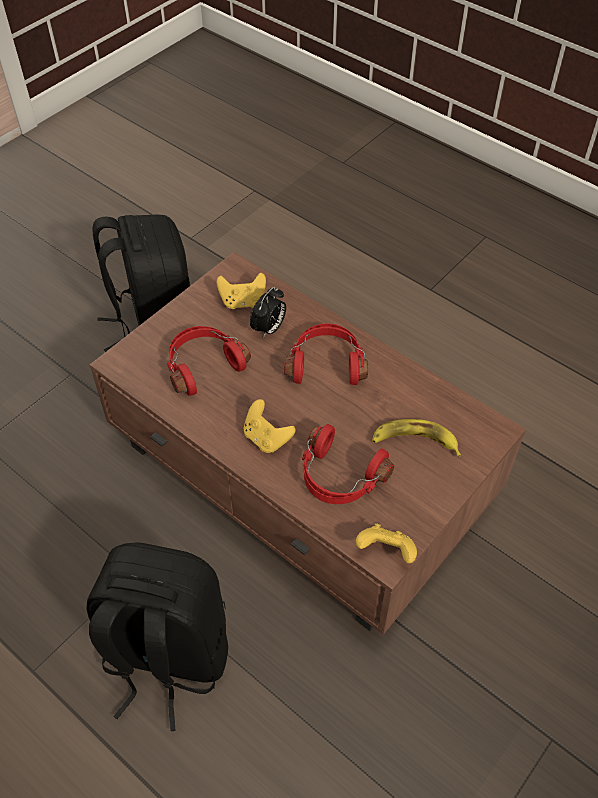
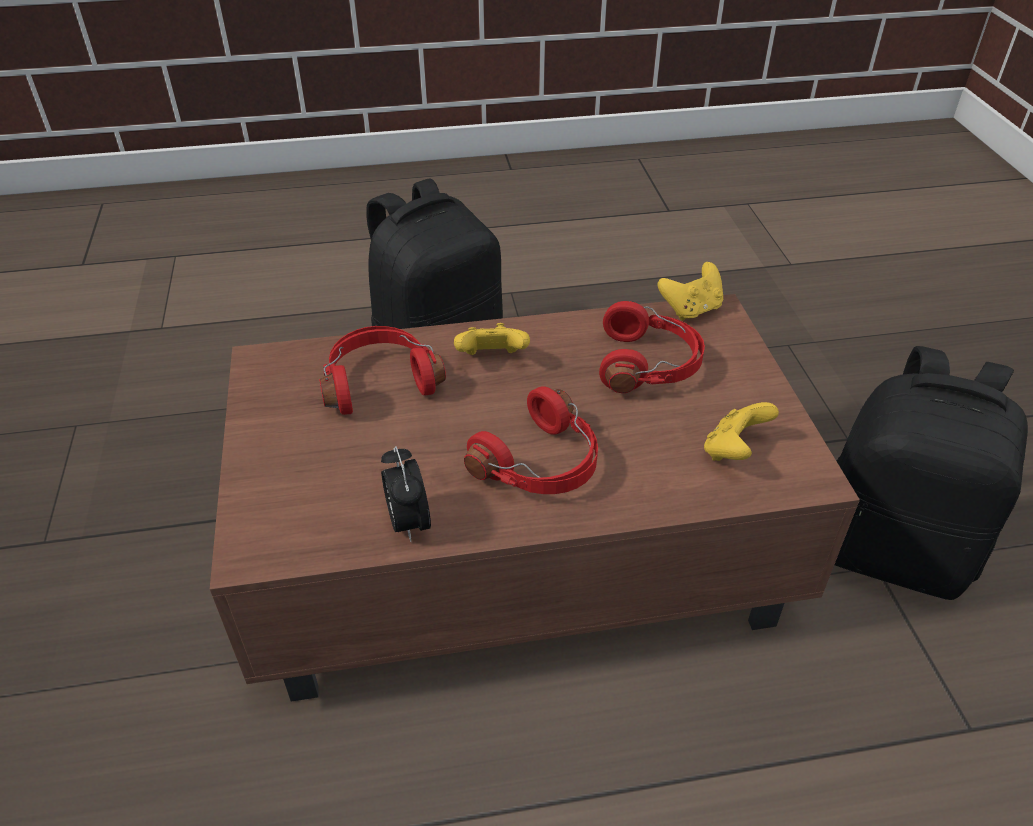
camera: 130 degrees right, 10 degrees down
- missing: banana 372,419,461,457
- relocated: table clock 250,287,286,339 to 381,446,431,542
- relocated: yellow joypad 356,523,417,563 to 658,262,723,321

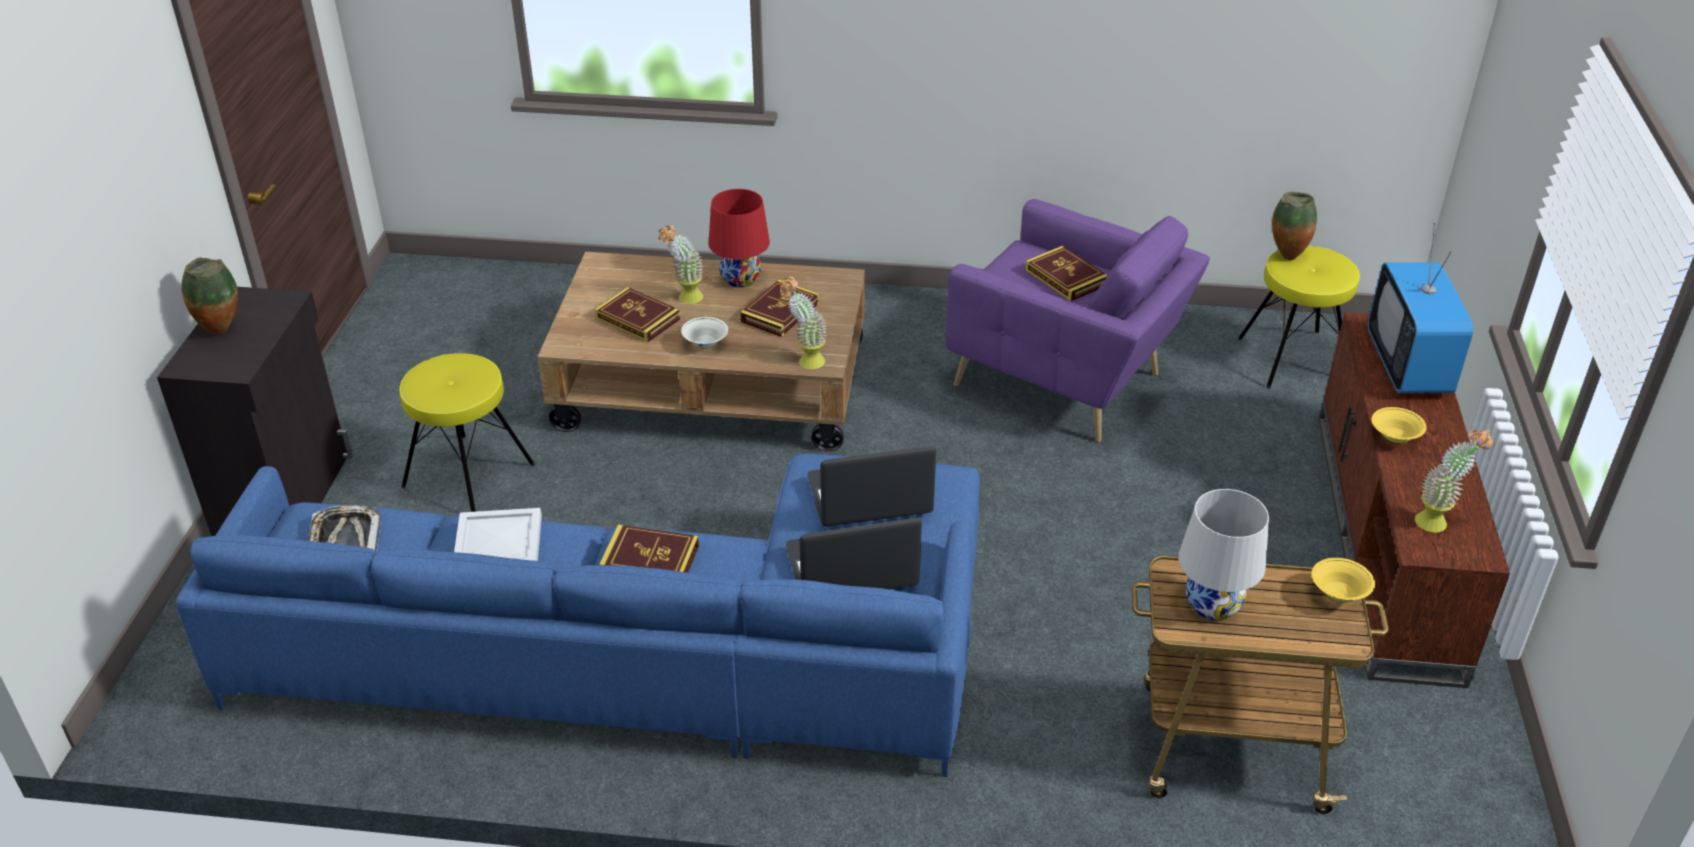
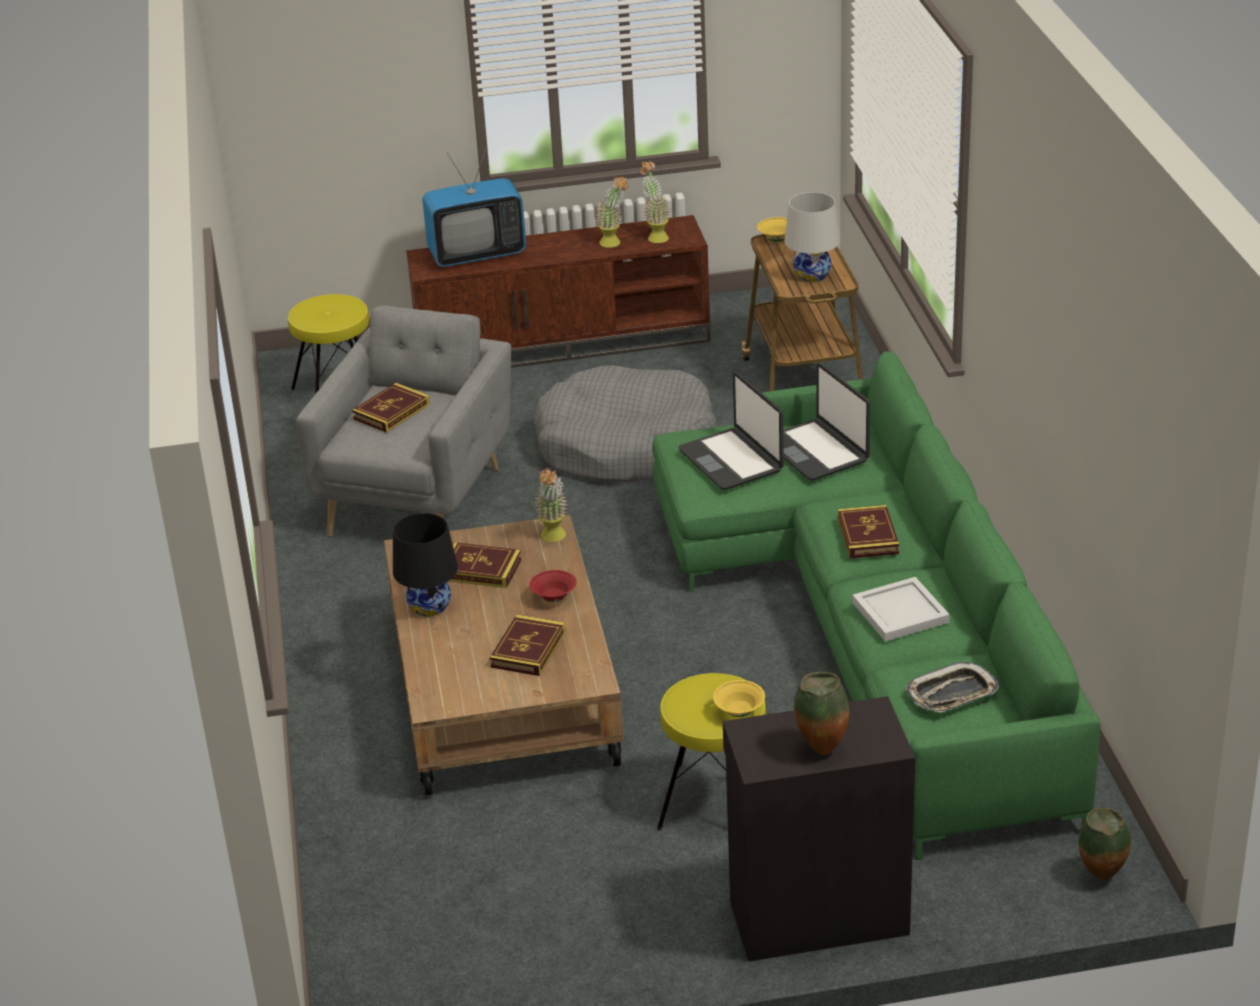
camera: 105 degrees left, 5 degrees down
- appeared: greyish pet bed 533,366,717,482
- relocated: potted plant 659,225,704,304 to 596,176,629,248
- relocated: decorative vase 1272,192,1317,260 to 1078,808,1131,881
- relocated: yellow serving bowl 1371,407,1427,444 to 713,680,765,717
- colour: blue sofa 176,454,980,777 to greenish sofa 652,351,1101,860
- colour: whitish serving bowl 681,317,728,349 to red-coloured serving bowl 529,570,577,602
- colour: red-coloured tabletop lamp 709,189,770,288 to black tabletop lamp 393,513,458,617
- colour: purplish armchair 946,199,1210,443 to greyish armchair 296,305,511,537

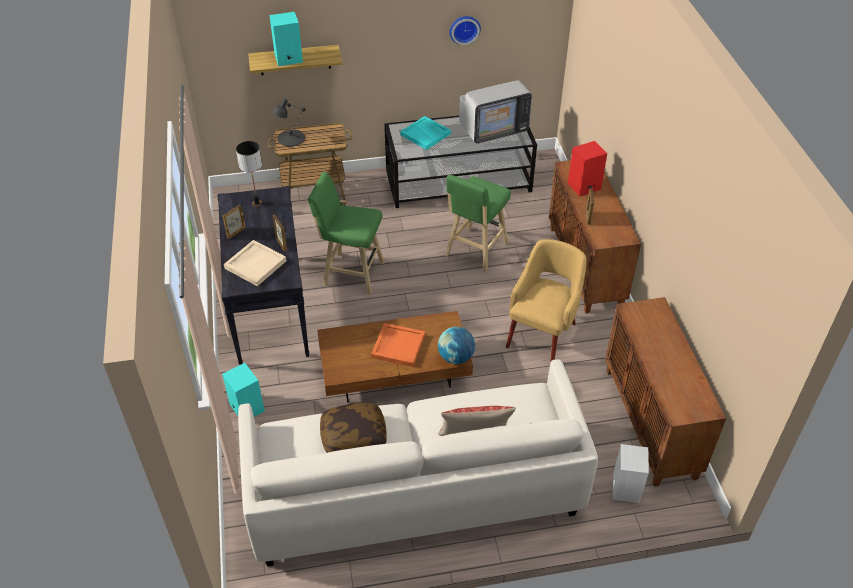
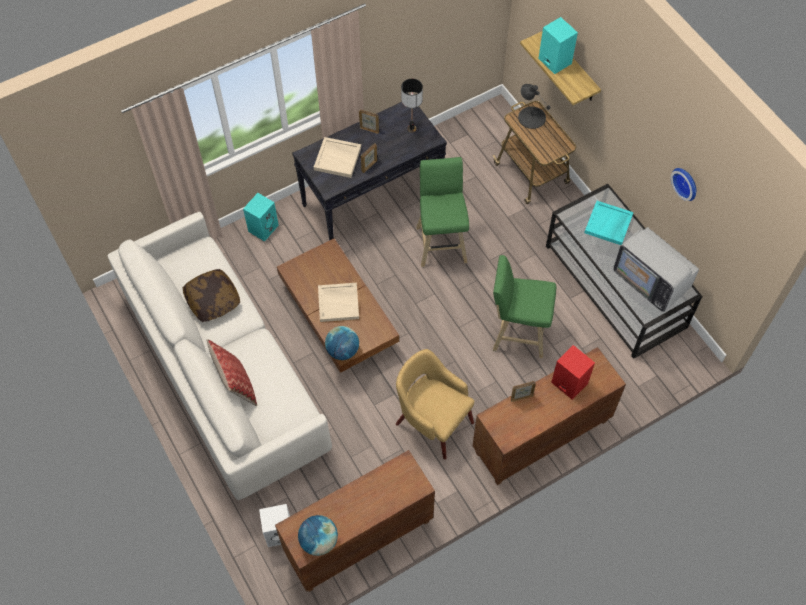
camera: 70 degrees right, 15 degrees up
- appeared: world globe 298,515,338,556
- colour: orange-coloured tray 371,323,425,367 to beige-coloured tray 318,283,359,322
- spun: yellow armchair 506,239,586,363 = 396,349,474,459 150 degrees counterclockwise

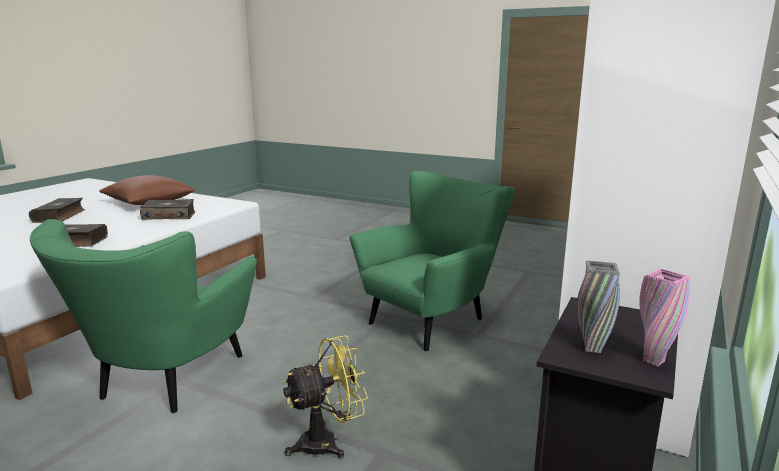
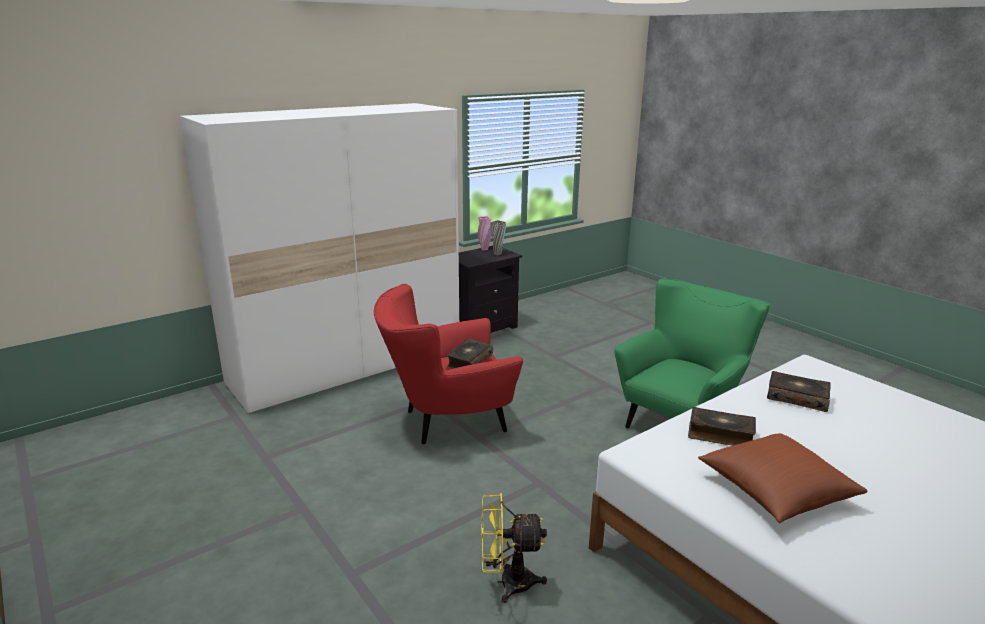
camera: 155 degrees left, 5 degrees up
- relocated: volume 29,198,85,223 to 446,338,493,369
- relocated: yellow cooling fan 283,335,368,459 to 481,493,547,603
- colour: greenish armchair 349,170,515,352 to red-coloured armchair 374,284,523,445

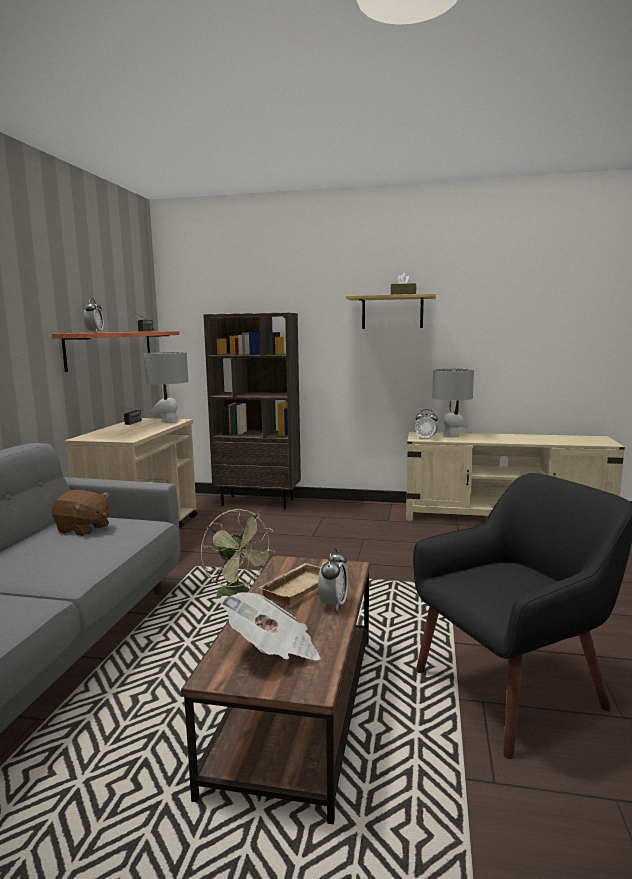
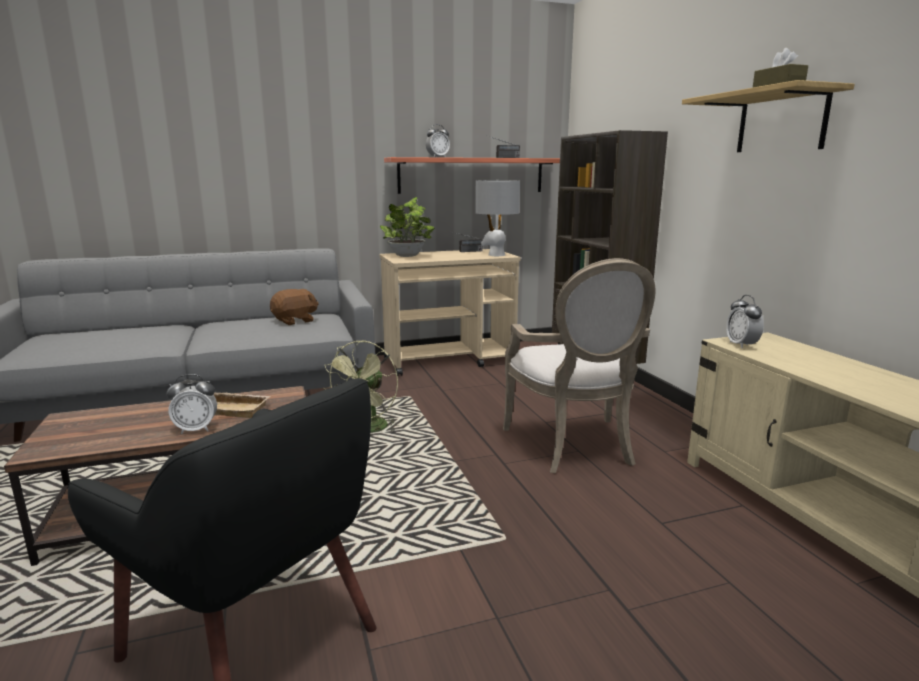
camera: 60 degrees right, 5 degrees up
- missing: printed paper 220,592,321,660
- missing: greyish tabletop lamp 432,368,474,437
- appeared: potted plant 380,197,435,257
- appeared: armchair 503,258,656,473
- spun: brown-coloured soft toy 52,490,110,536 = 270,289,319,325 120 degrees counterclockwise

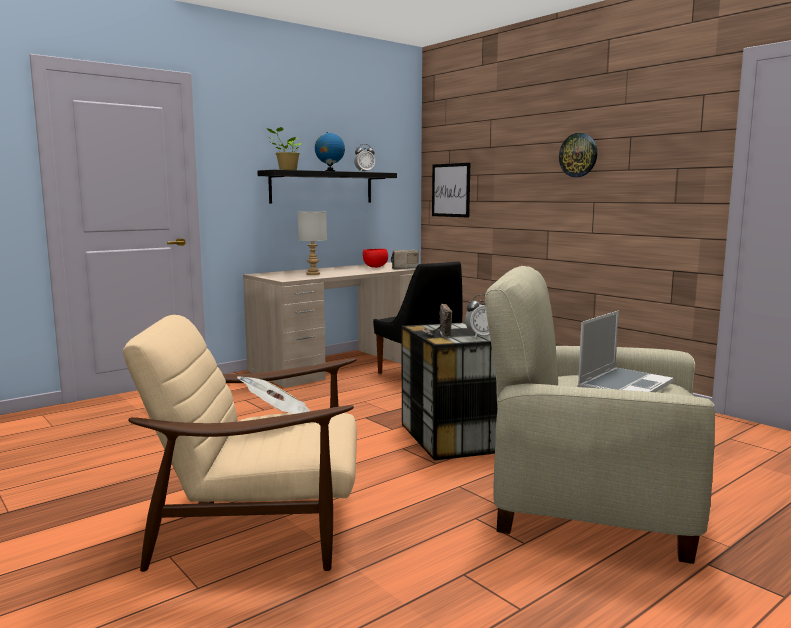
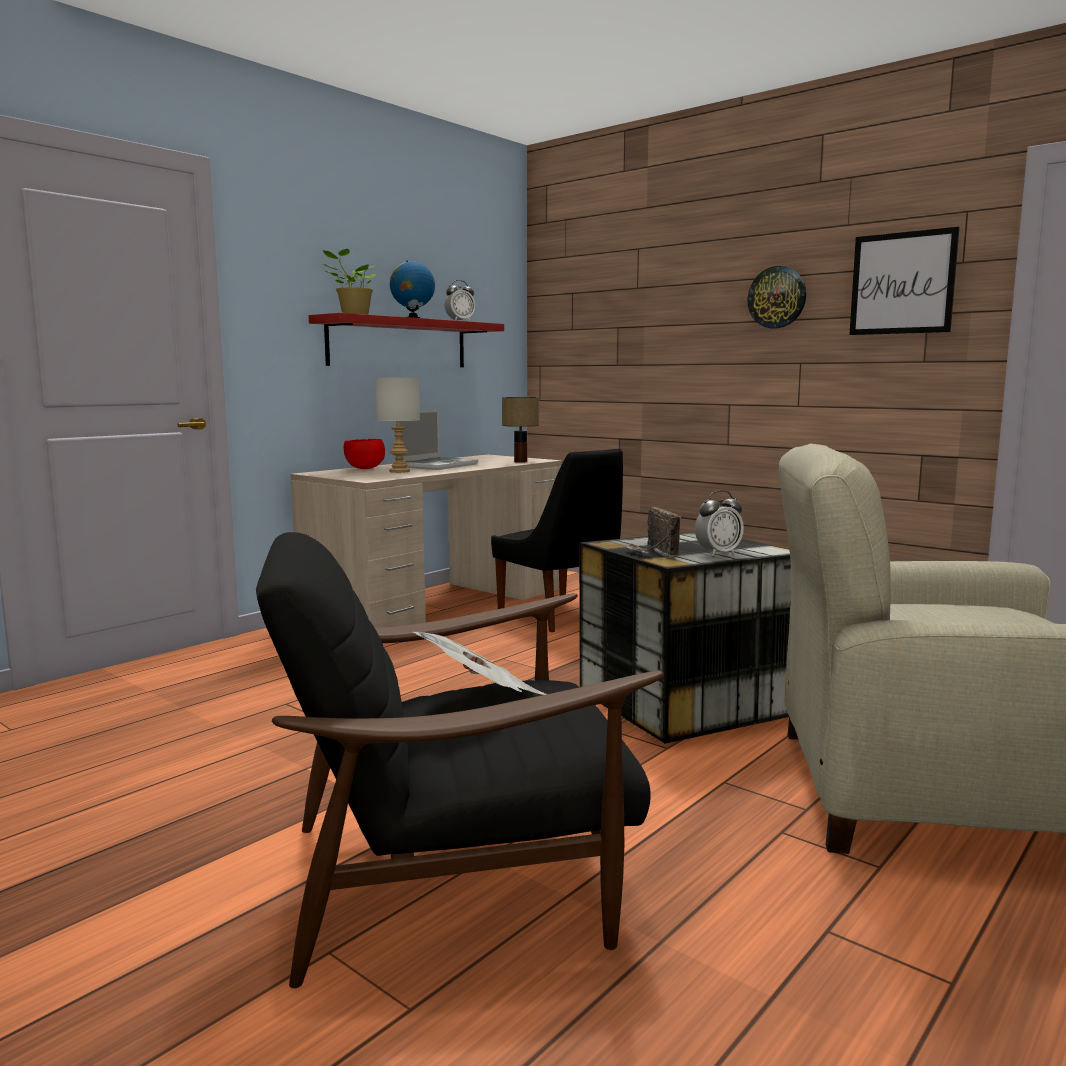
camera: 10 degrees left, 0 degrees up
- relocated: red-coloured serving bowl 363,249,388,268 to 344,439,385,469
- relocated: wall picture 432,163,470,217 to 849,227,960,335
- relocated: portable computer 577,311,674,392 to 401,410,478,470
- exchanged: radio receiver 391,250,419,270 to tabletop lamp 502,397,539,463
- colour: beige-coloured armchair 123,315,357,572 to black armchair 256,532,664,988
- colour: black wall shelf 257,170,397,203 to red-coloured wall shelf 309,313,504,367

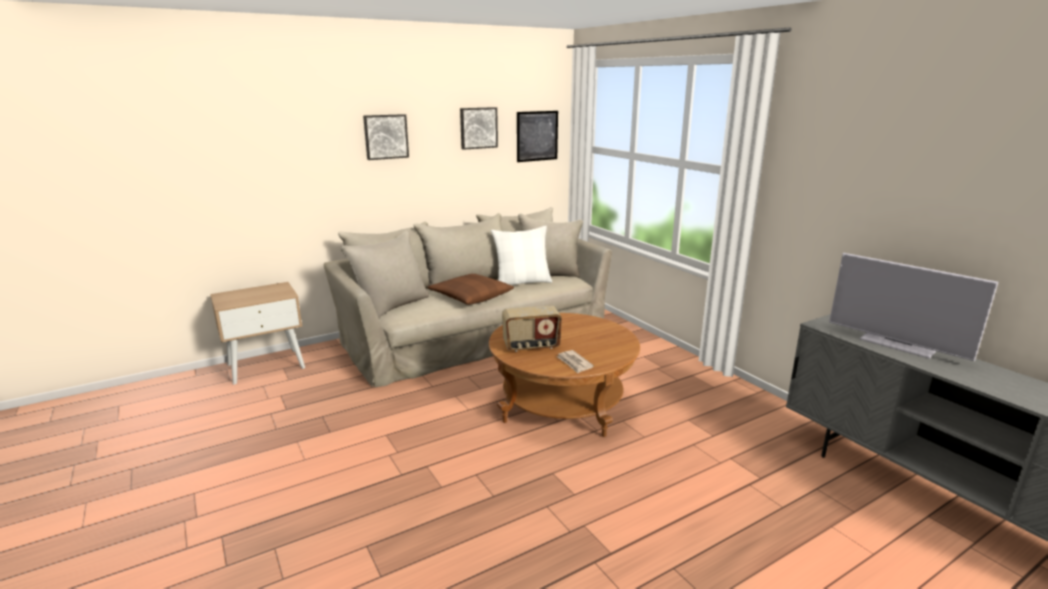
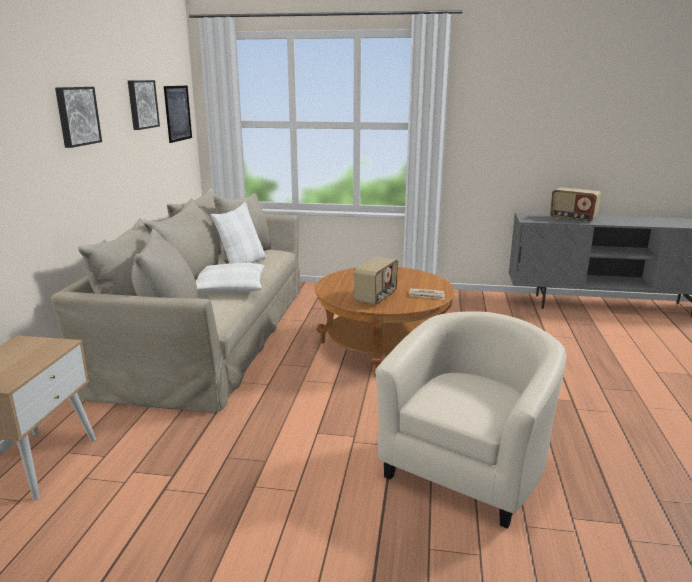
camera: 50 degrees left, 0 degrees up
- appeared: beige-coloured armchair 375,311,566,529
- exchanged: television 829,253,998,361 to radio receiver 550,187,601,222
- colour: brown-coloured throw pillow 427,274,514,305 to whitish throw pillow 196,263,264,292

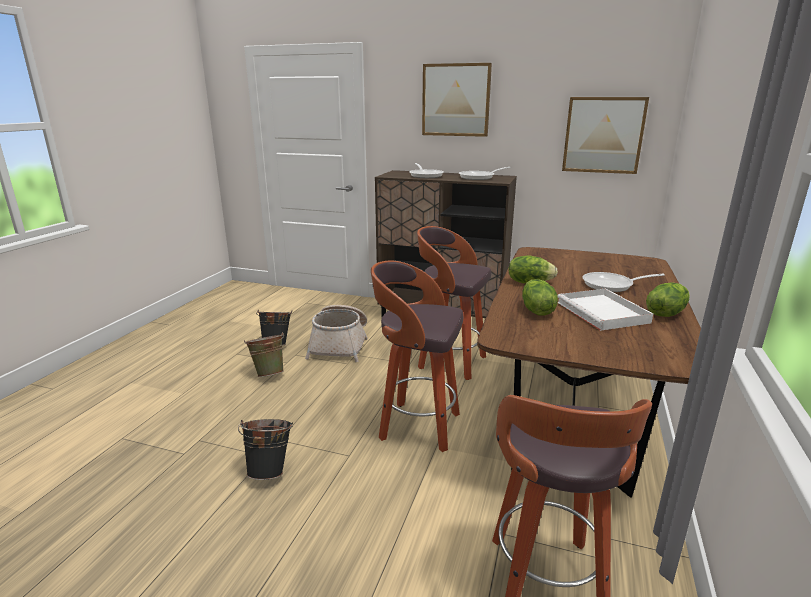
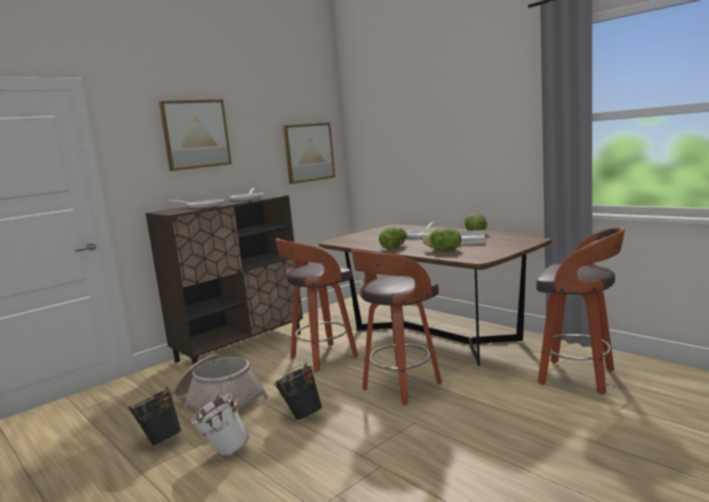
camera: 60 degrees left, 10 degrees down
- relocated: black bucket 238,419,293,480 to 274,364,323,420
- colour: greenish bucket 244,332,284,377 to whitish bucket 191,394,249,457

